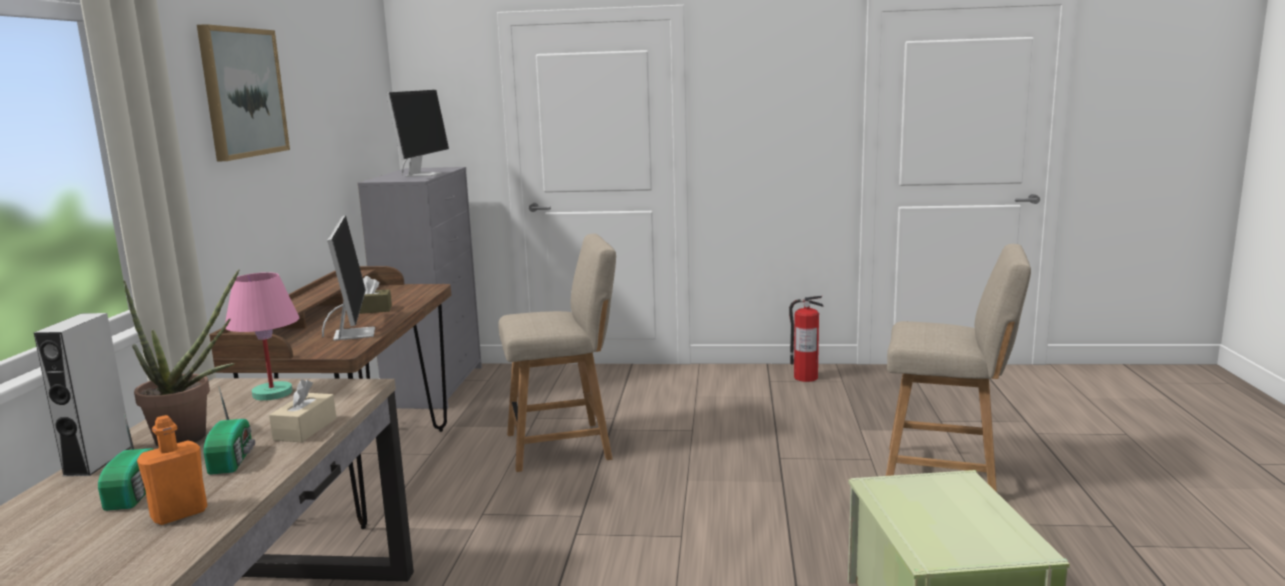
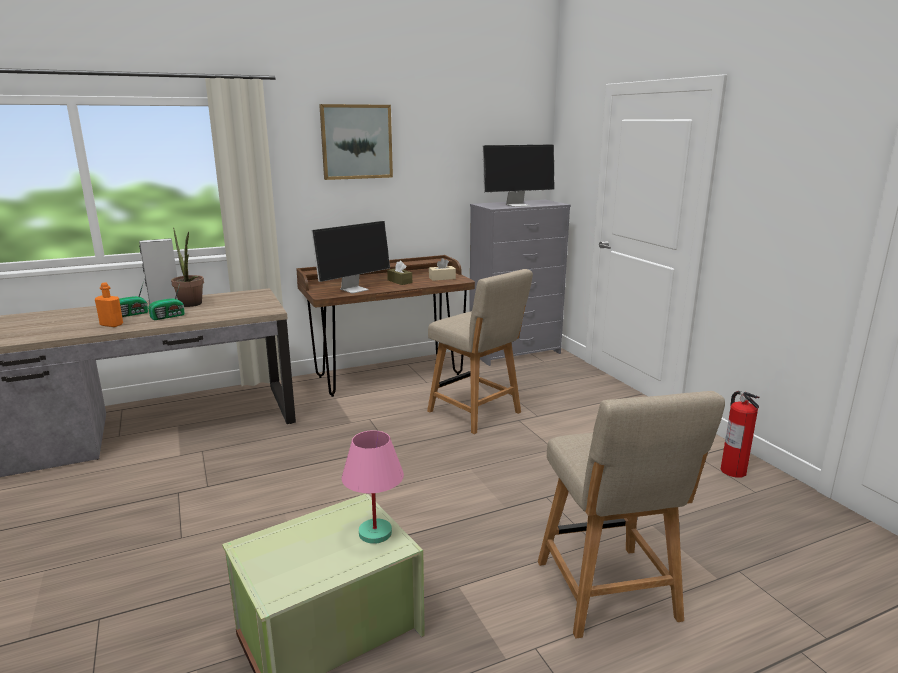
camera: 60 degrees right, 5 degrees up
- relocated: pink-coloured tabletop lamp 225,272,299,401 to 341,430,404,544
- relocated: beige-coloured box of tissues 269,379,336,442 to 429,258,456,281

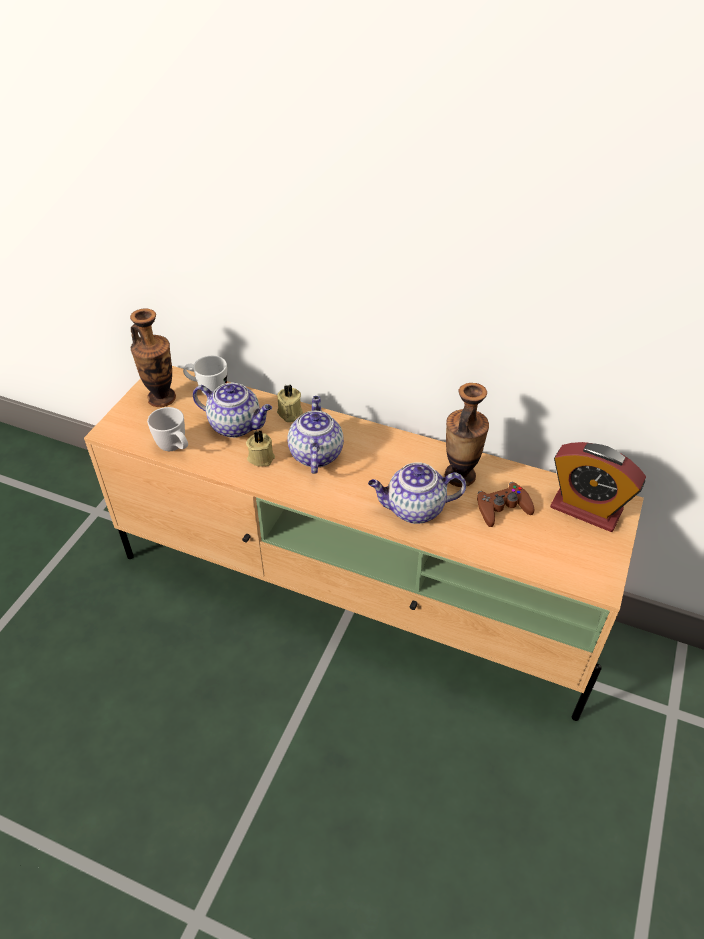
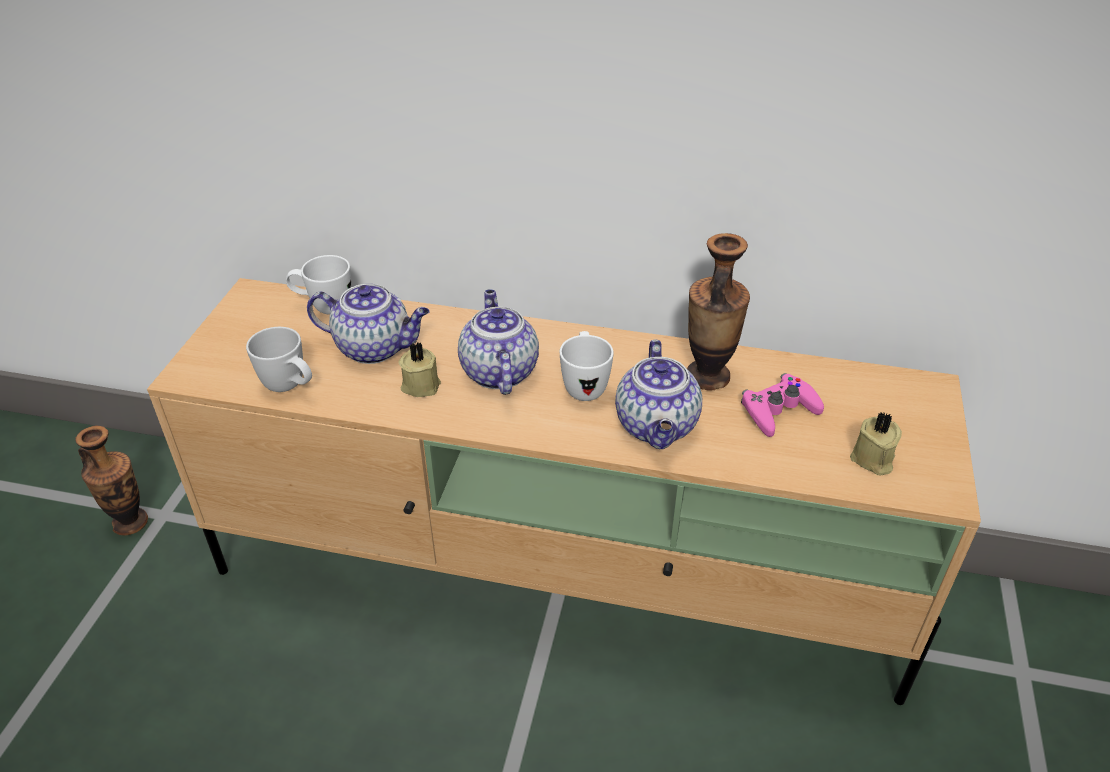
camera: 10 degrees left, 5 degrees down
- missing: table clock 550,442,646,532
- appeared: whitish coffee mug 560,331,614,401
- relocated: decorative vase 130,308,176,407 to 75,426,148,535
- relocated: beige-coloured candle 277,385,303,422 to 850,412,902,475
- colour: brown-coloured joypad 477,482,534,527 to pink-coloured joypad 741,373,824,437
- spun: teapot 368,462,466,524 = 615,340,702,449 75 degrees counterclockwise

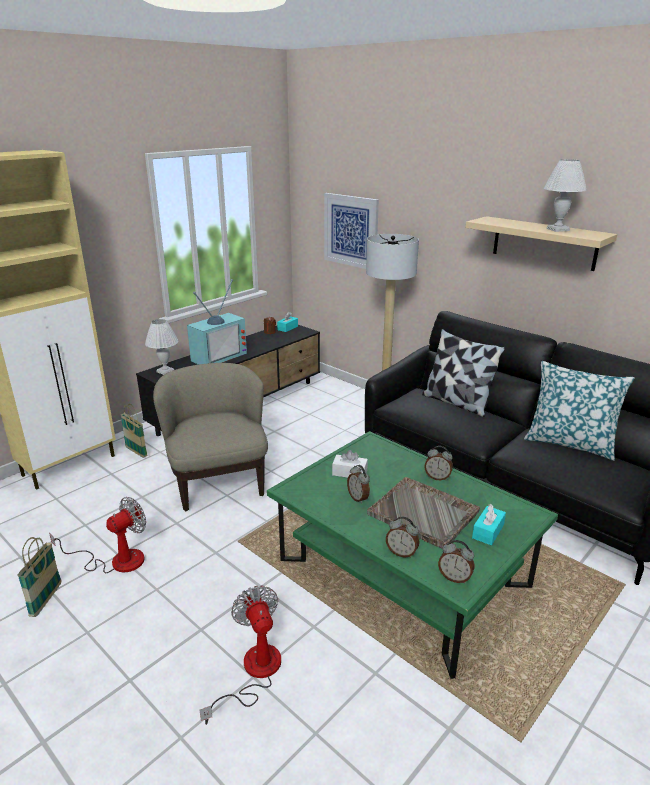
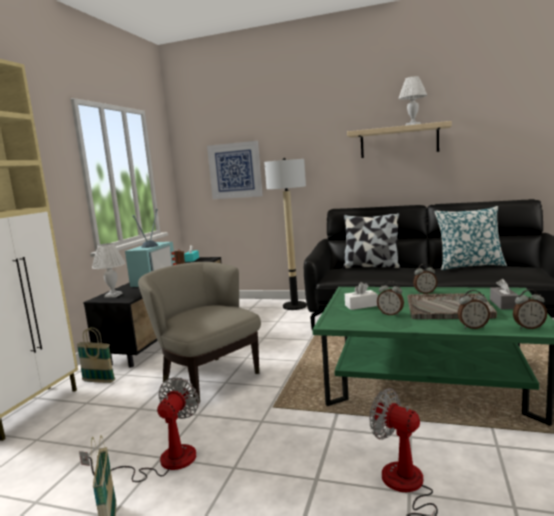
camera: 25 degrees left, 15 degrees down
- colour: turquoise box of tissues 472,504,506,545 to greyish box of tissues 490,279,518,310

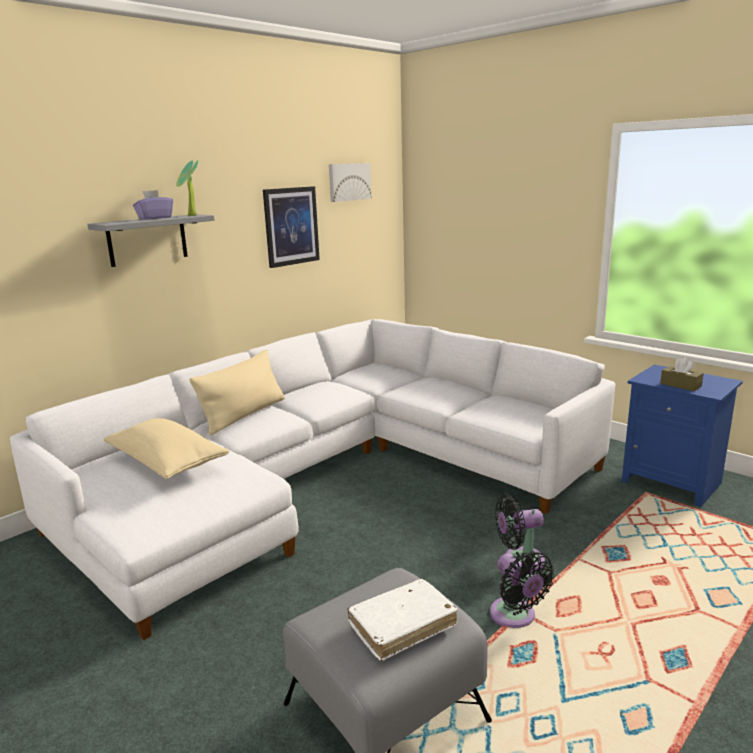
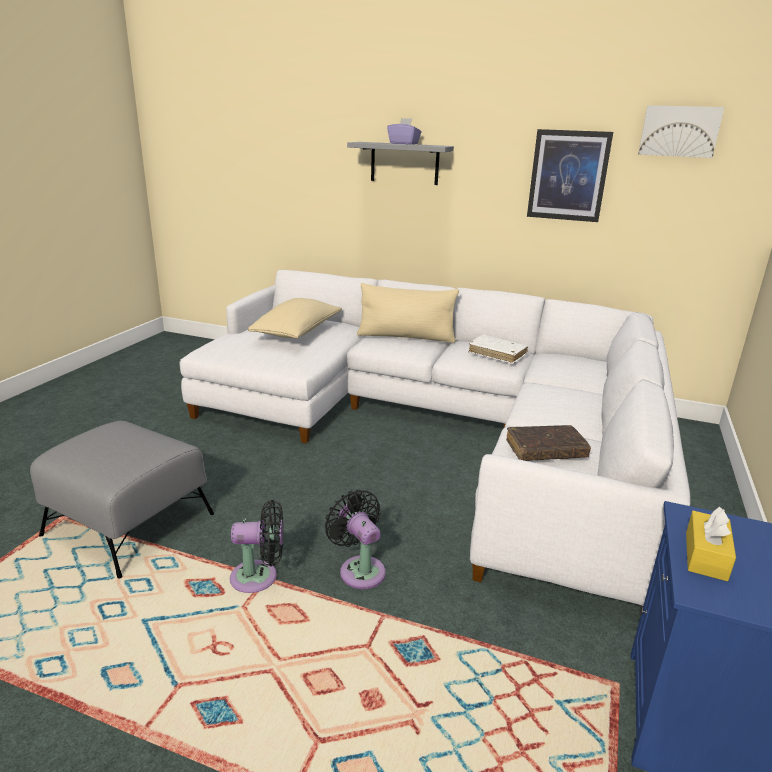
camera: 65 degrees right, 5 degrees up
- missing: potted plant 176,160,199,216
- appeared: brown-coloured volume 506,425,591,461
- relocated: whitish volume 347,579,458,661 to 468,335,528,364
- colour: brown-coloured box of tissues 660,357,704,391 to yellow box of tissues 686,507,736,581
- spun: black cooling fan 490,551,554,628 = 230,500,283,593 135 degrees counterclockwise

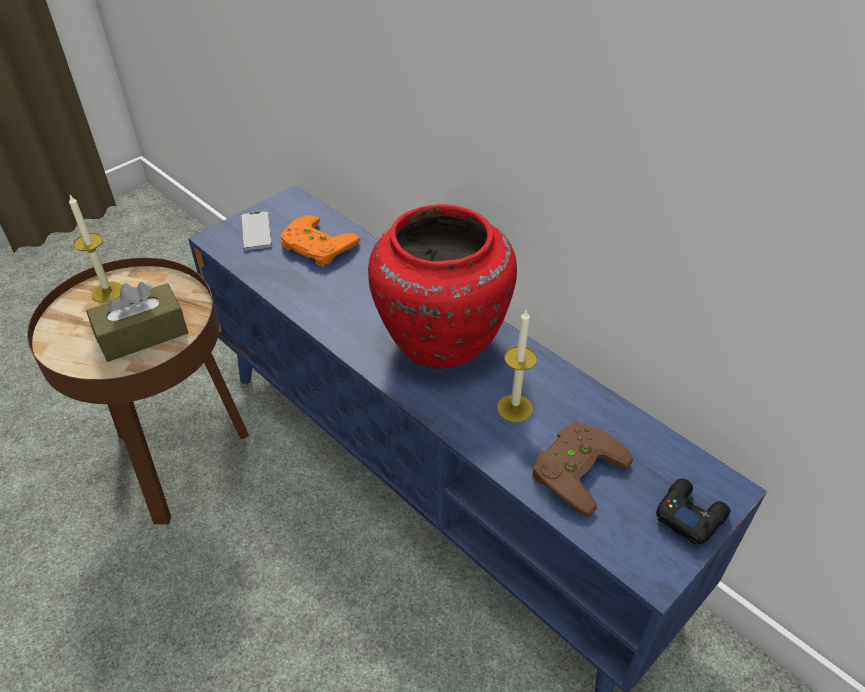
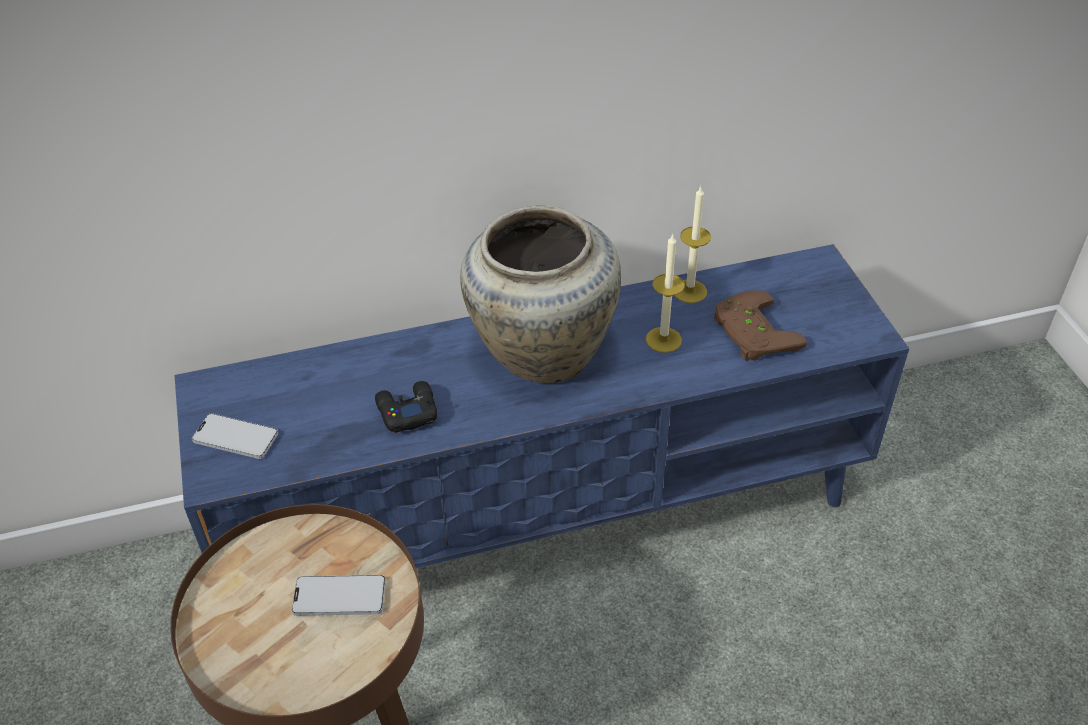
camera: 60 degrees left, 0 degrees up
- missing: orange-coloured joypad 280,215,360,267
- relocated: candle 69,195,122,303 to 674,186,711,303
- relocated: black joypad 656,479,731,544 to 375,381,437,433
- exchanged: brown-coloured box of tissues 86,282,188,362 to phone 292,575,386,616
- colour: red-coloured decorative vase 368,204,517,369 to beige-coloured decorative vase 460,206,621,383

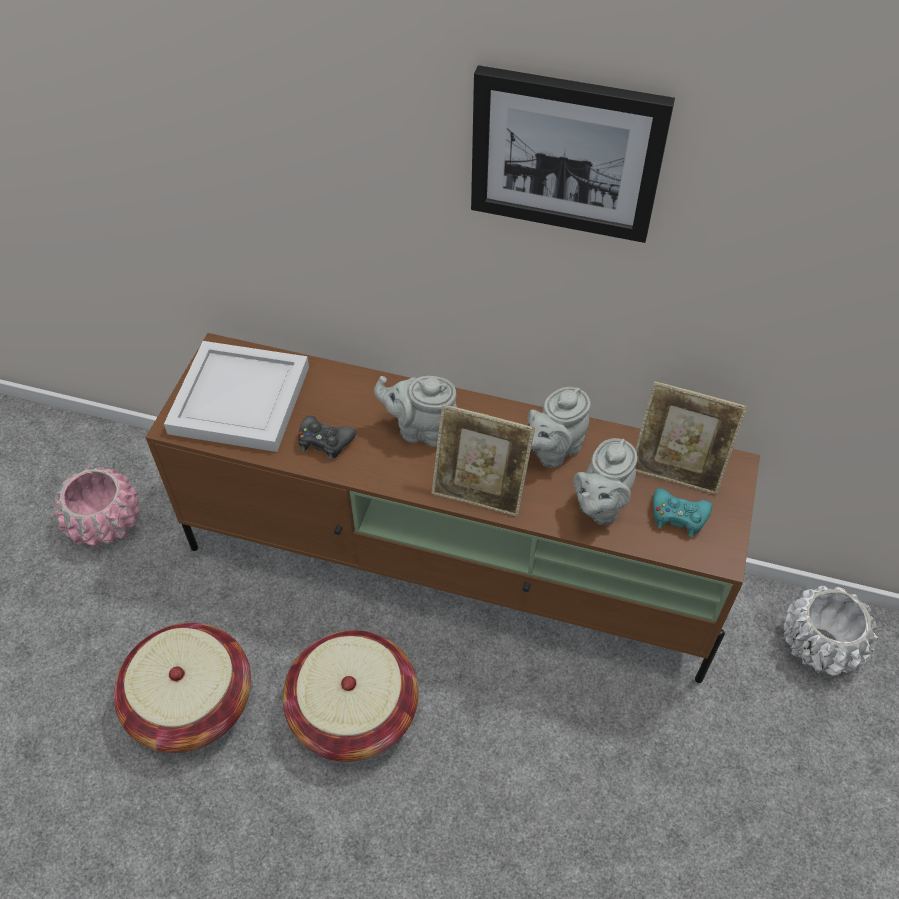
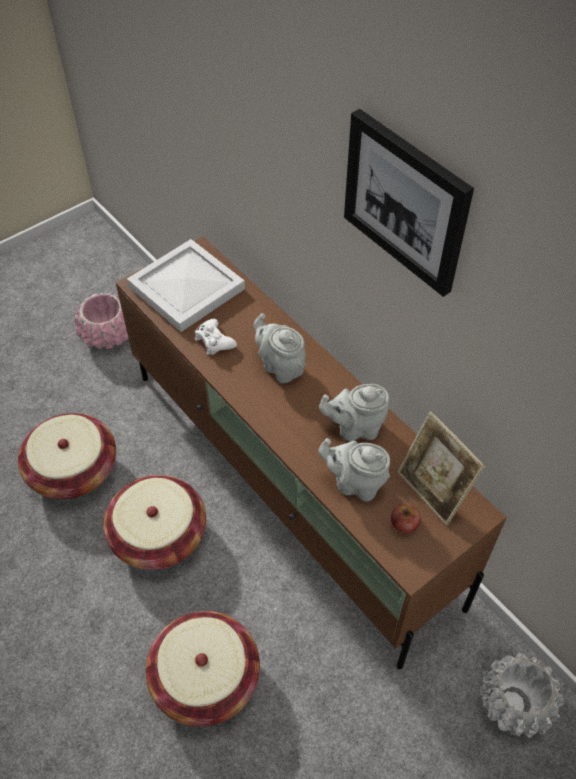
camera: 35 degrees right, 0 degrees up
- missing: standing frame 431,404,535,517
- appeared: basket 146,611,260,727
- exchanged: turquoise joypad 653,488,712,537 to apple fruit 391,503,421,534
- colour: black joypad 298,415,356,460 to whitish joypad 195,319,237,355
- spun: greyish teapot 573,438,638,525 = 319,438,390,502 45 degrees clockwise

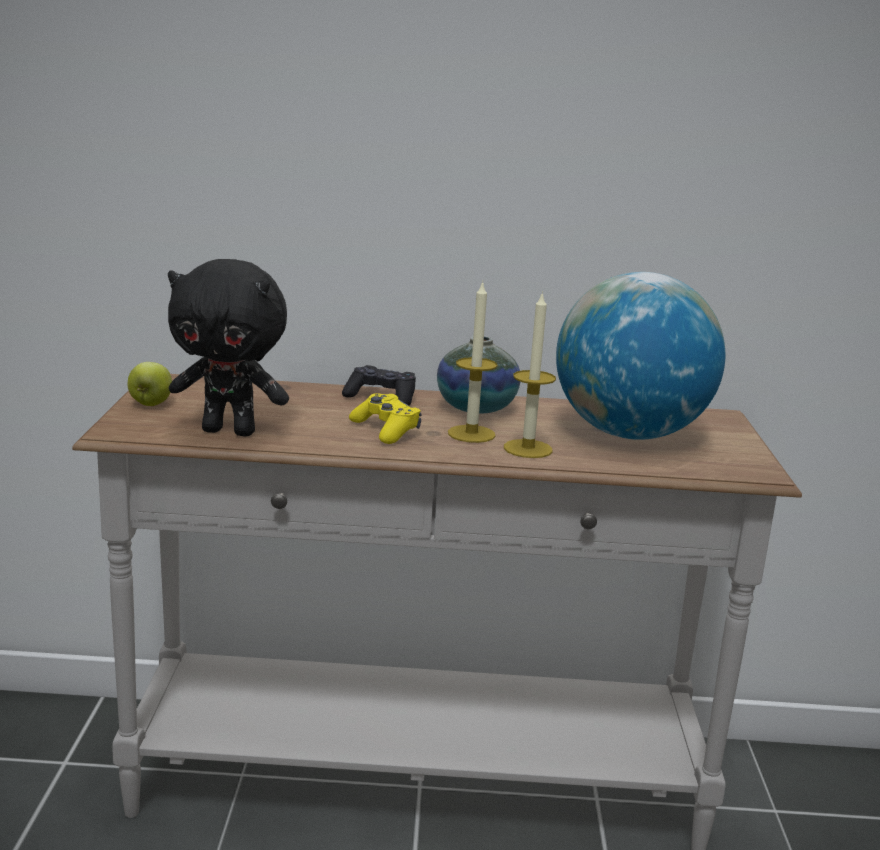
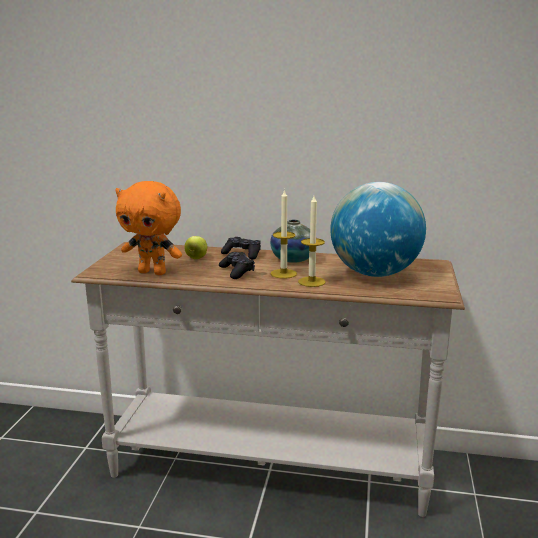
camera: 10 degrees right, 0 degrees up
- relocated: apple fruit 127,362,172,406 to 184,236,207,259
- colour: black soft toy 168,259,289,436 to orange-coloured soft toy 115,181,182,275
- colour: yellow joypad 349,393,422,444 to black joypad 219,252,255,279

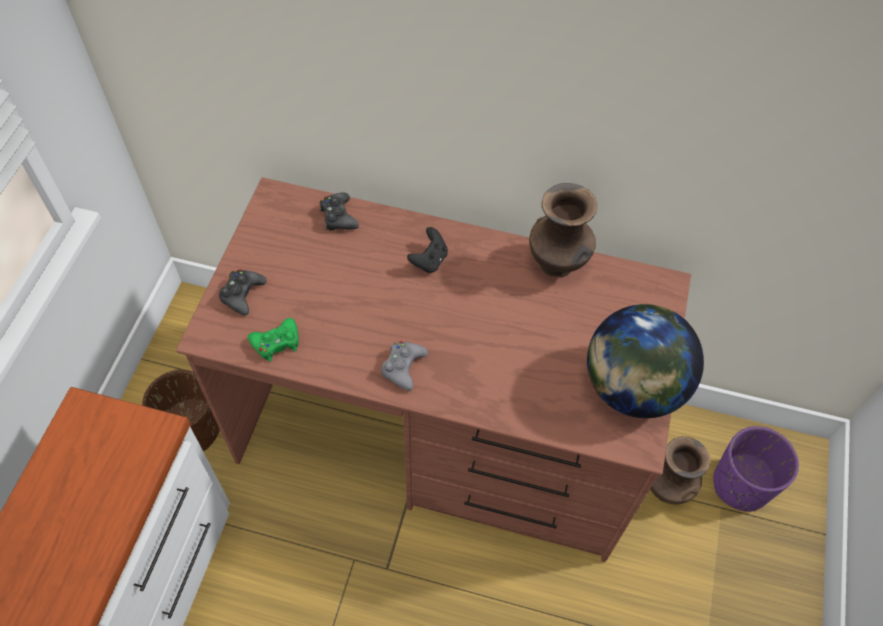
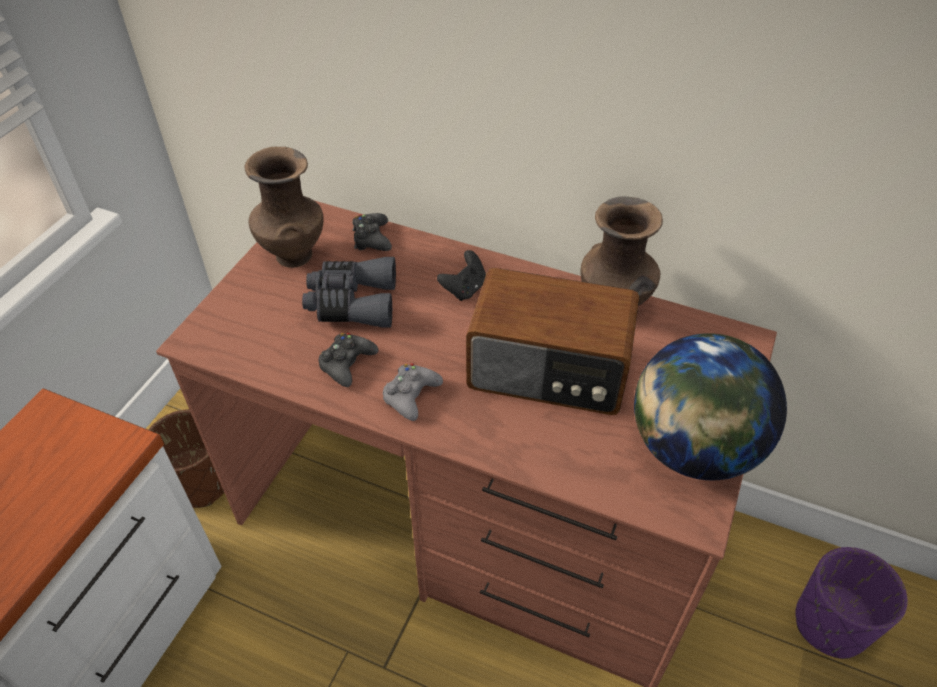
camera: 10 degrees right, 10 degrees down
- missing: greenish joypad 248,318,298,362
- appeared: greyish pair of binoculars 302,257,396,327
- appeared: radio receiver 466,268,639,415
- relocated: black joypad 219,269,267,315 to 318,333,378,387
- relocated: brown-coloured decorative vase 650,436,711,504 to 245,147,324,268

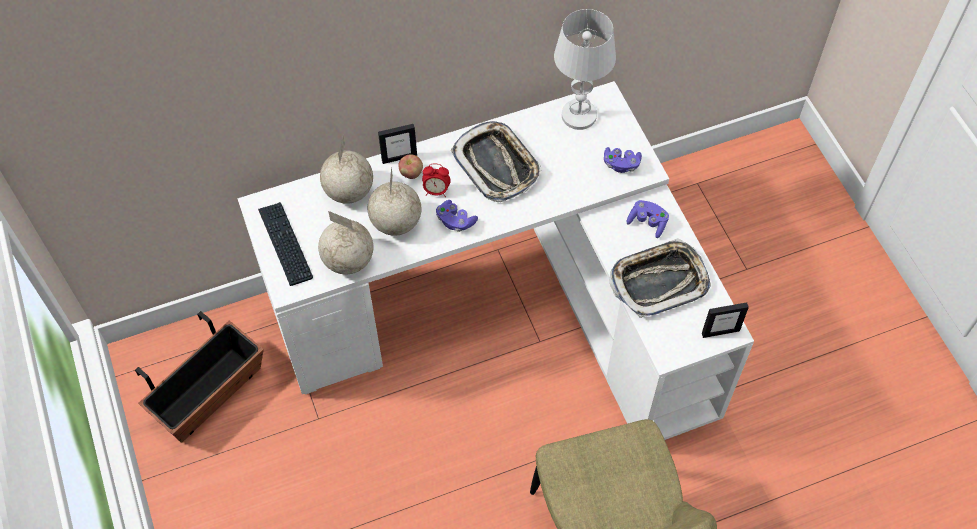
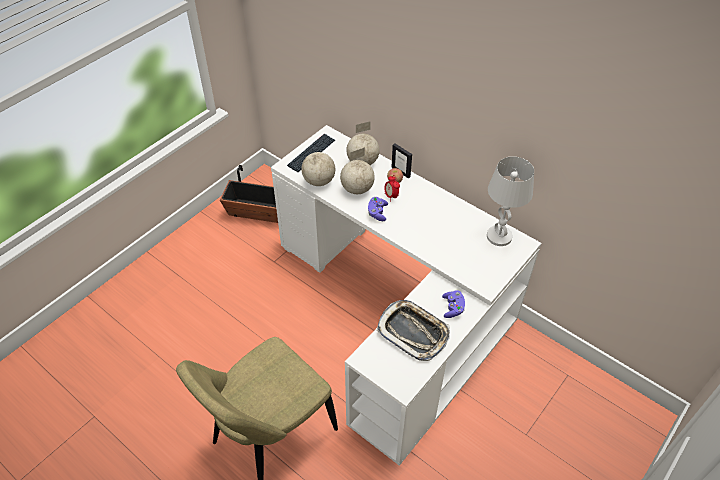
camera: 60 degrees right, 10 degrees down
- missing: tray 451,121,543,202
- missing: purplish joypad 604,147,642,173
- missing: standing frame 702,302,749,338

